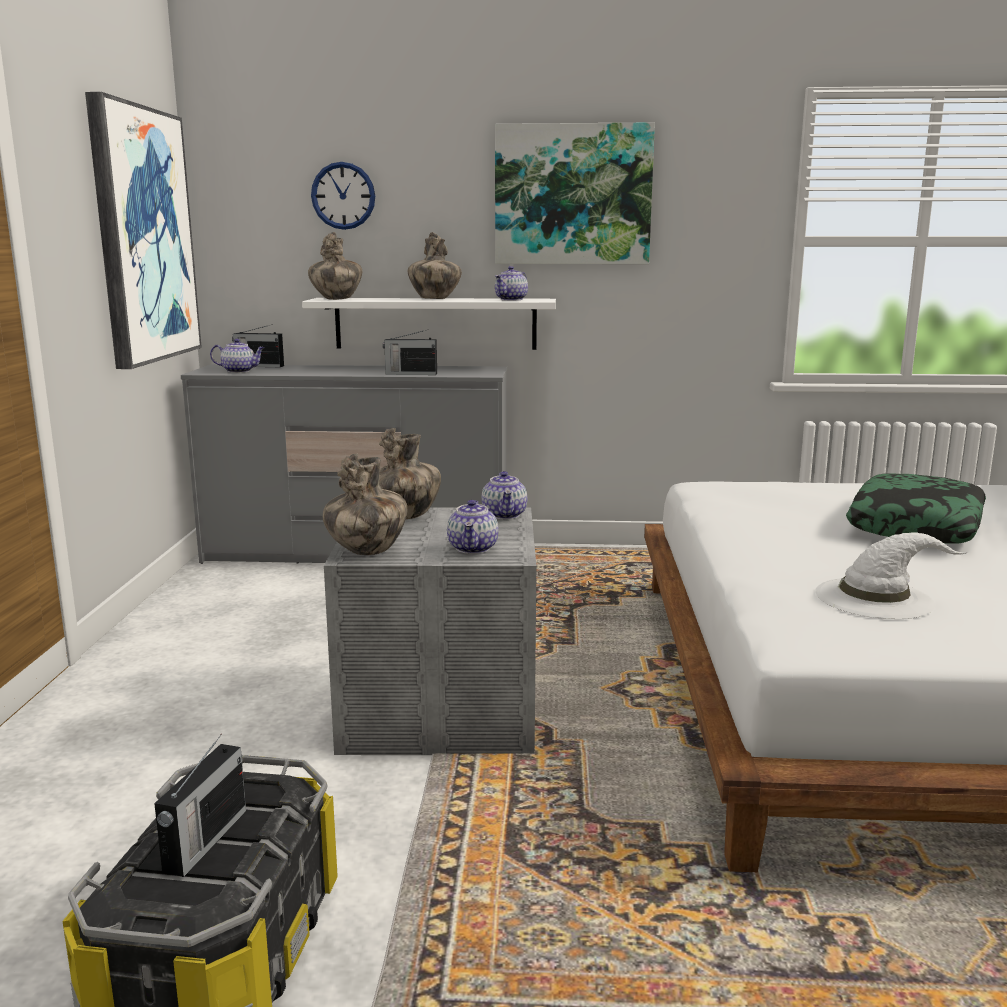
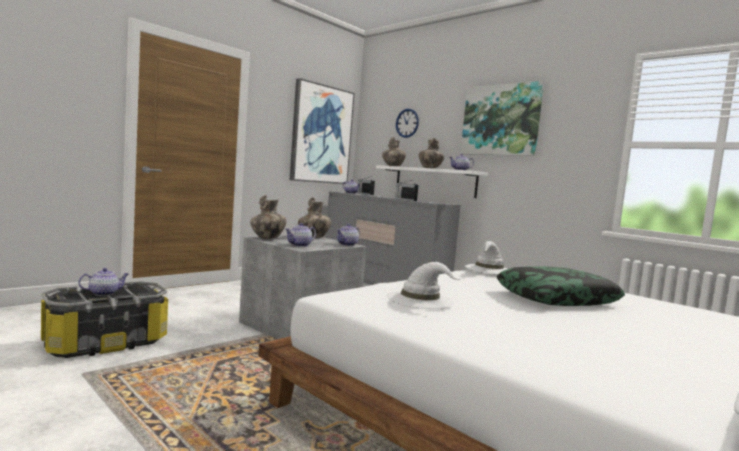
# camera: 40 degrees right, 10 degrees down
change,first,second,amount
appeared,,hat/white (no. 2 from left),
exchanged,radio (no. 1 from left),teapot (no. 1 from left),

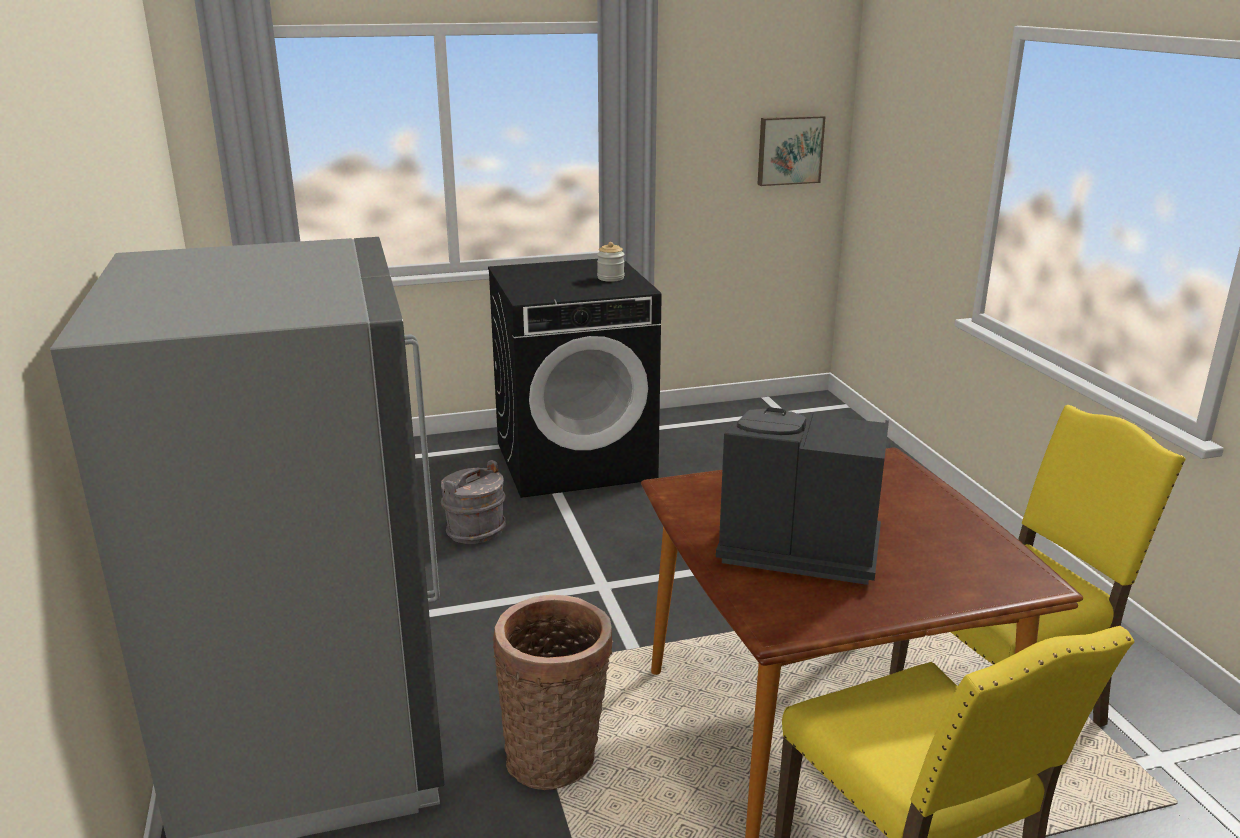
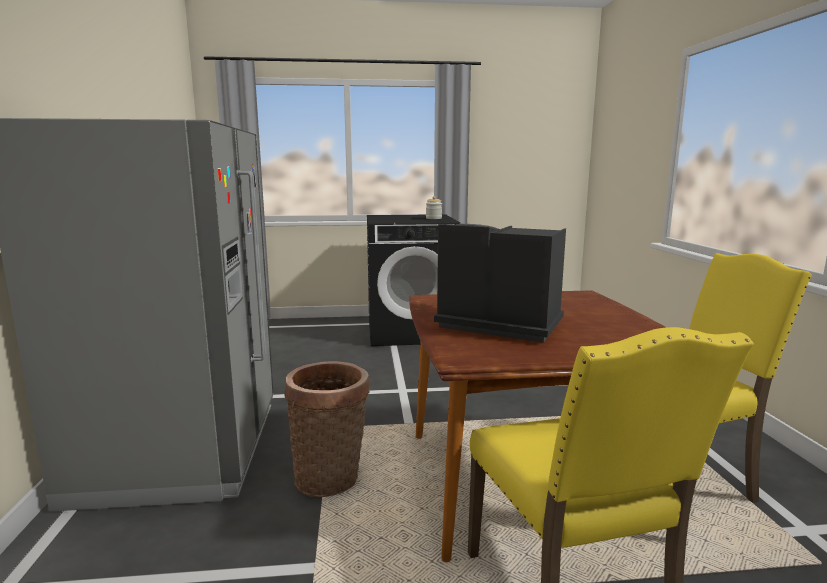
# camera: 10 degrees right, 10 degrees down
change,first,second,amount
missing,bucket/grey,,
missing,picture,,

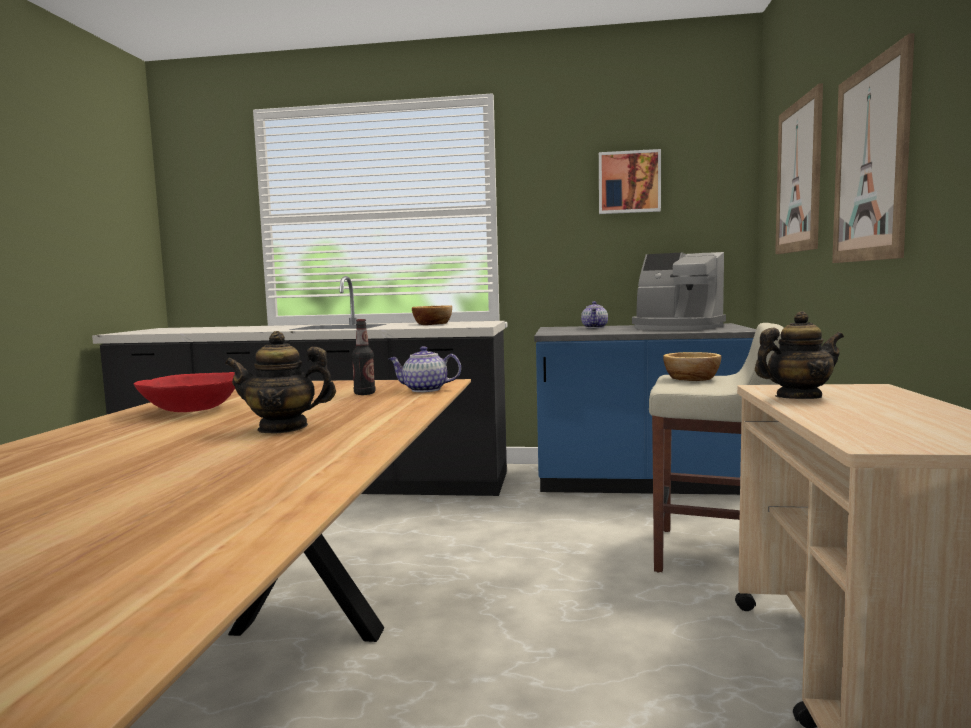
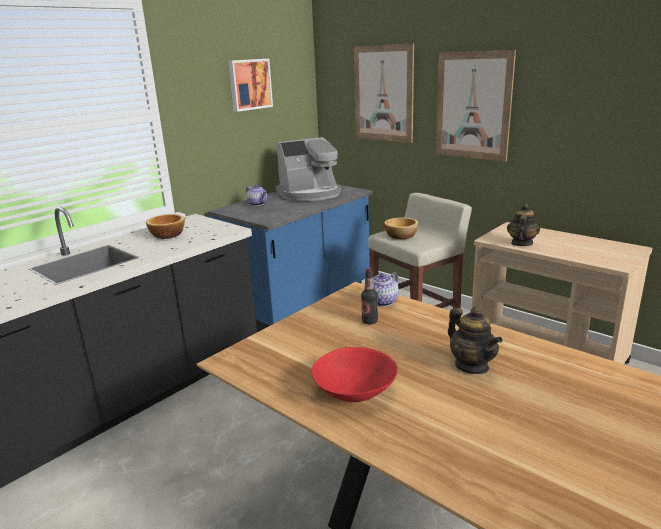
# camera: 55 degrees left, 15 degrees up
change,first,second,amount
spun,teapot (no. 1 from left in the first image),teapot (no. 3 from left),60 degrees counterclockwise

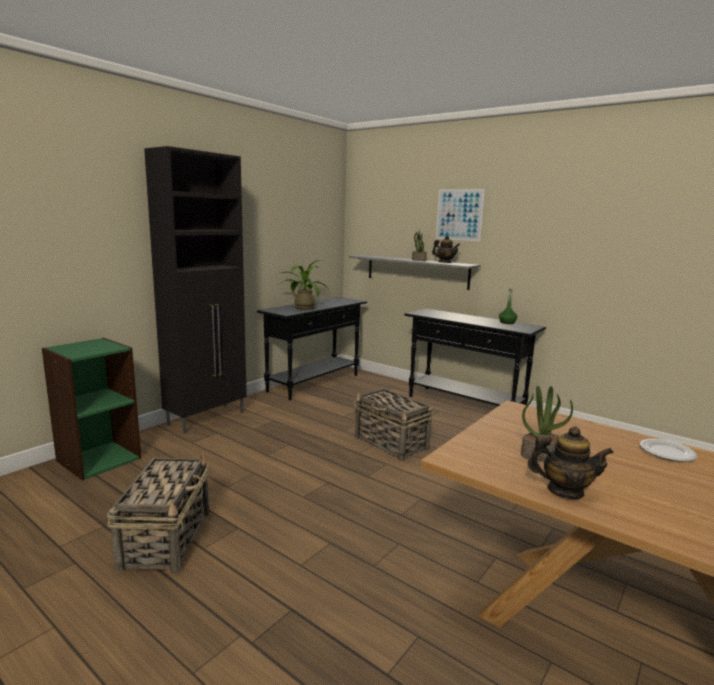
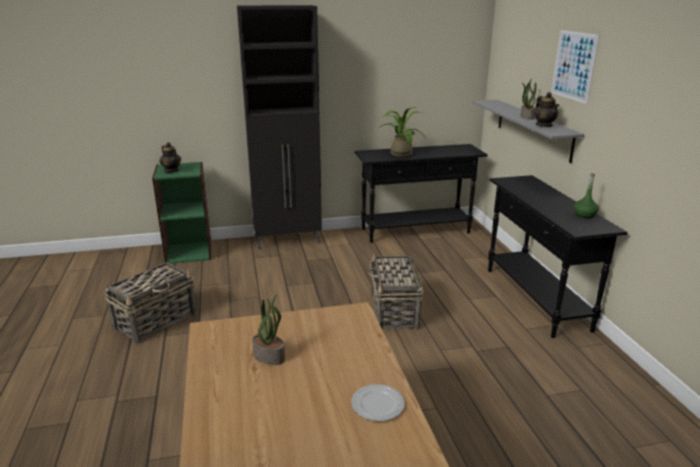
# camera: 40 degrees right, 10 degrees up
change,first,second,amount
relocated,teapot (no. 2 from left in the first image),teapot (no. 1 from left),

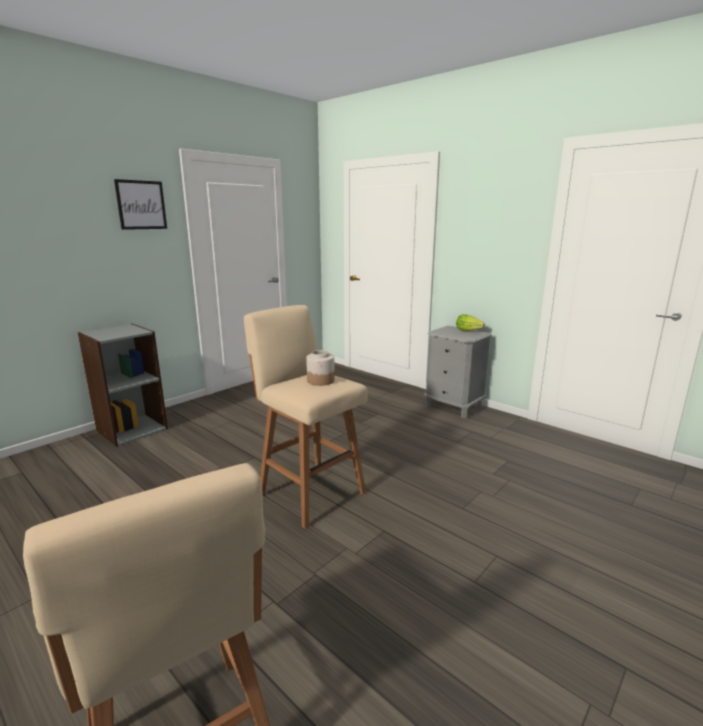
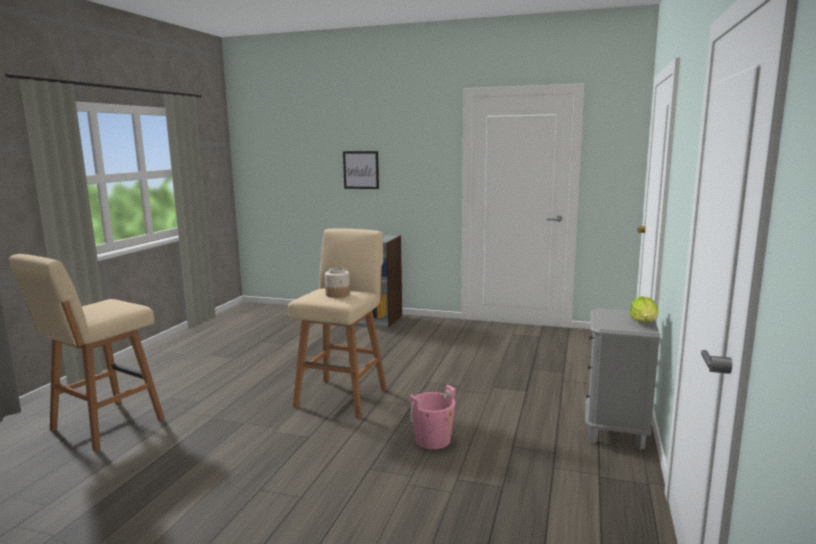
# camera: 65 degrees right, 5 degrees down
change,first,second,amount
appeared,,bucket/pink,
relocated,picture,,

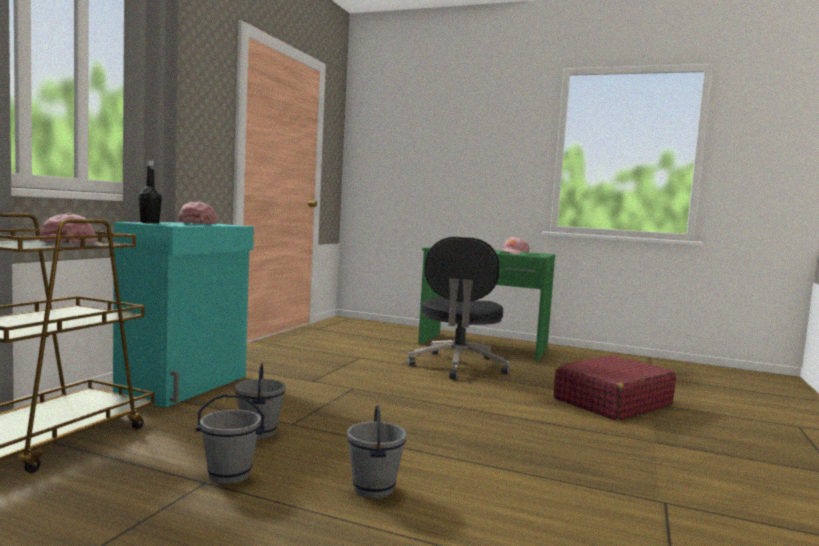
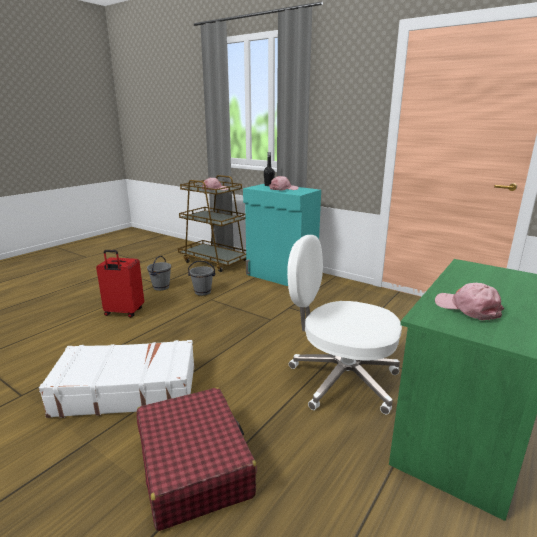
# camera: 105 degrees right, 15 degrees up
change,first,second,amount
appeared,,suitcase/white,
exchanged,bucket/grey (no. 3 from left),suitcase/red (no. 1 from left),
colour,office chair/black,office chair/white,

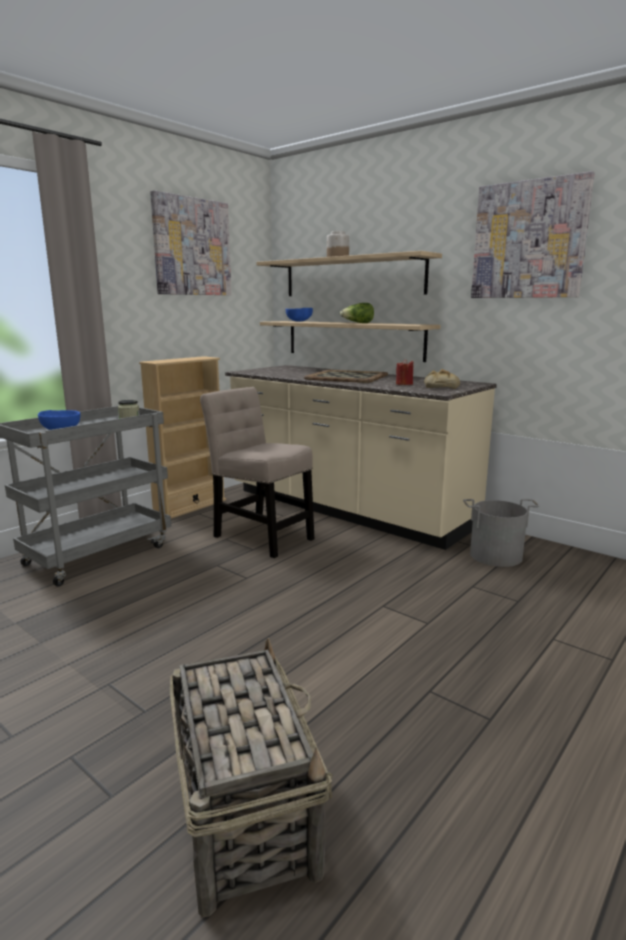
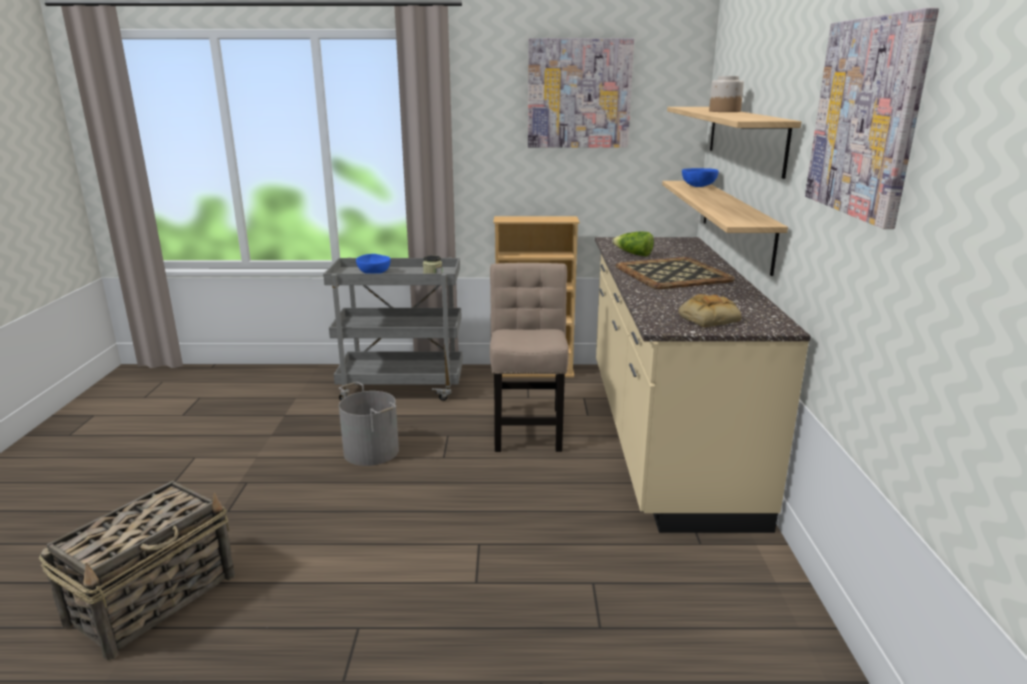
# camera: 50 degrees right, 5 degrees up
change,first,second,amount
missing,candle/red,,
relocated,lettuce,,
relocated,bucket/grey,,

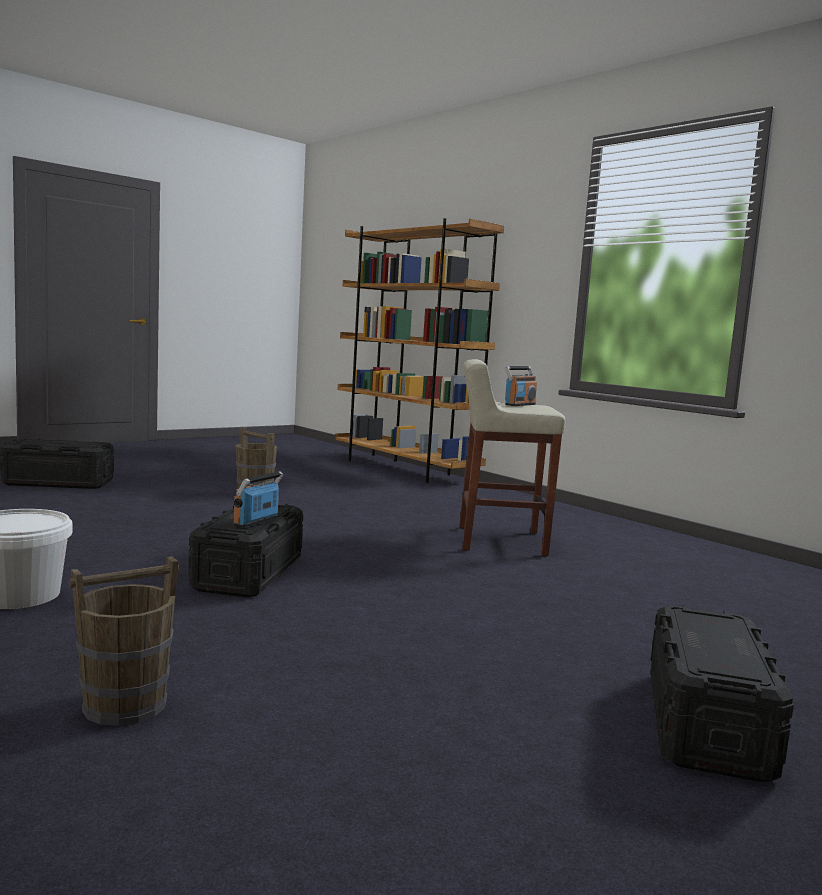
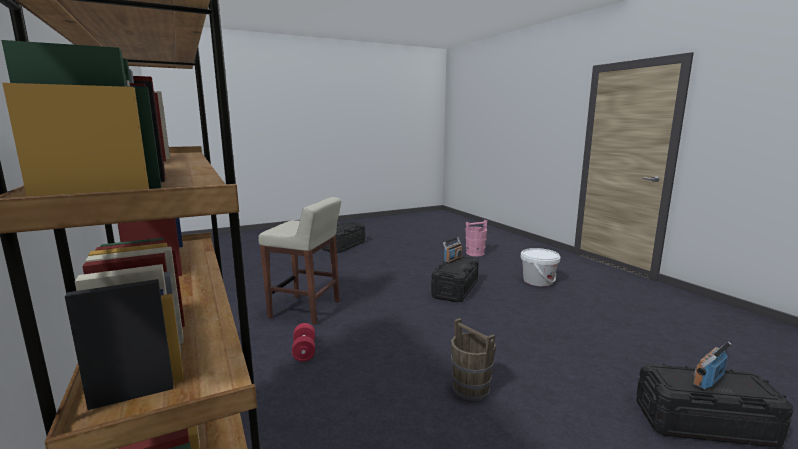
# camera: 165 degrees left, 5 degrees up
change,first,second,amount
appeared,,dumbbell/red,
relocated,radio (no. 2 from left),,
colour,bucket/brown (no. 1 from left),bucket/pink,

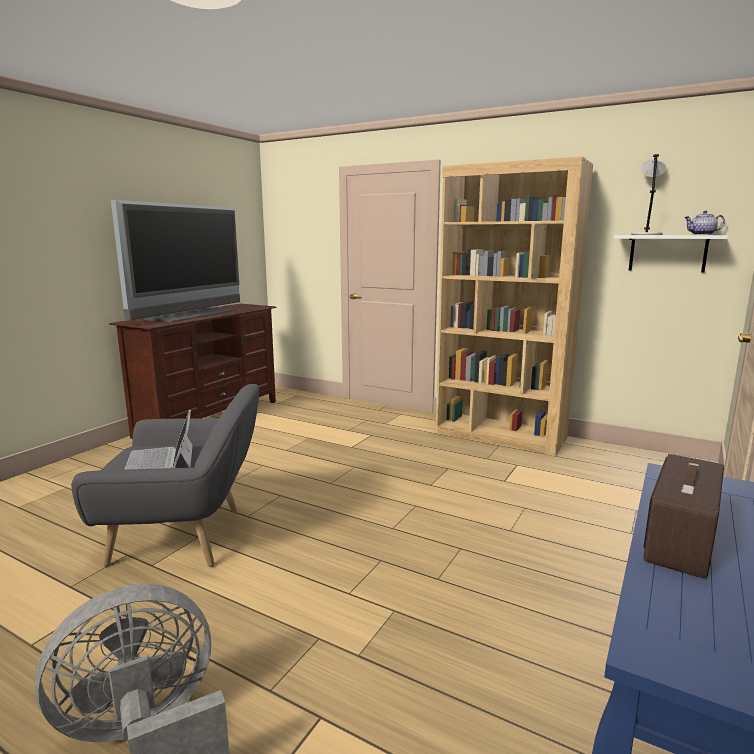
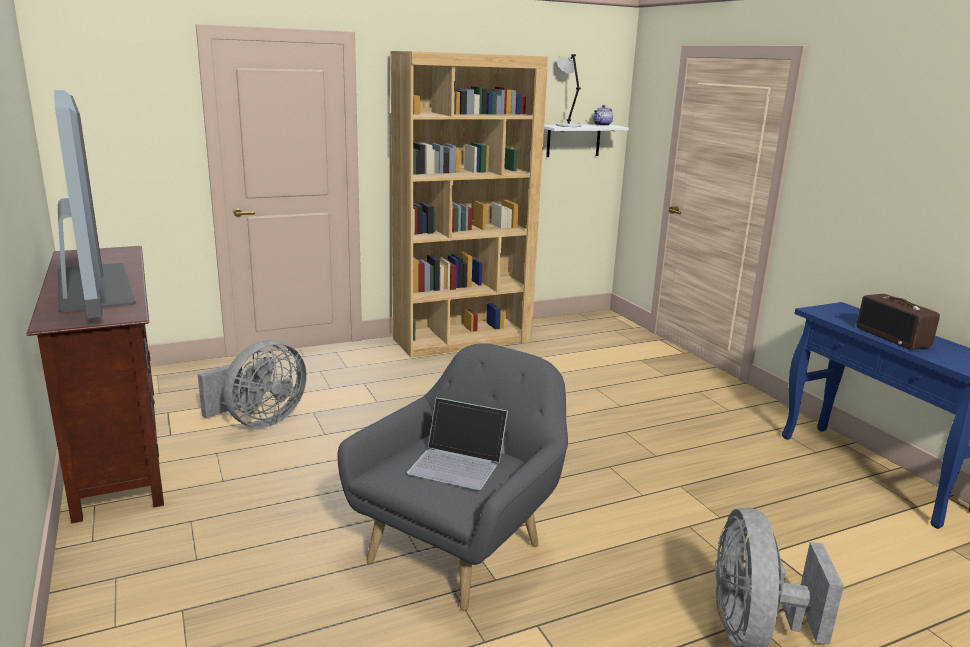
# camera: 55 degrees left, 5 degrees up
change,first,second,amount
appeared,,fan/grey (no. 1 from left),

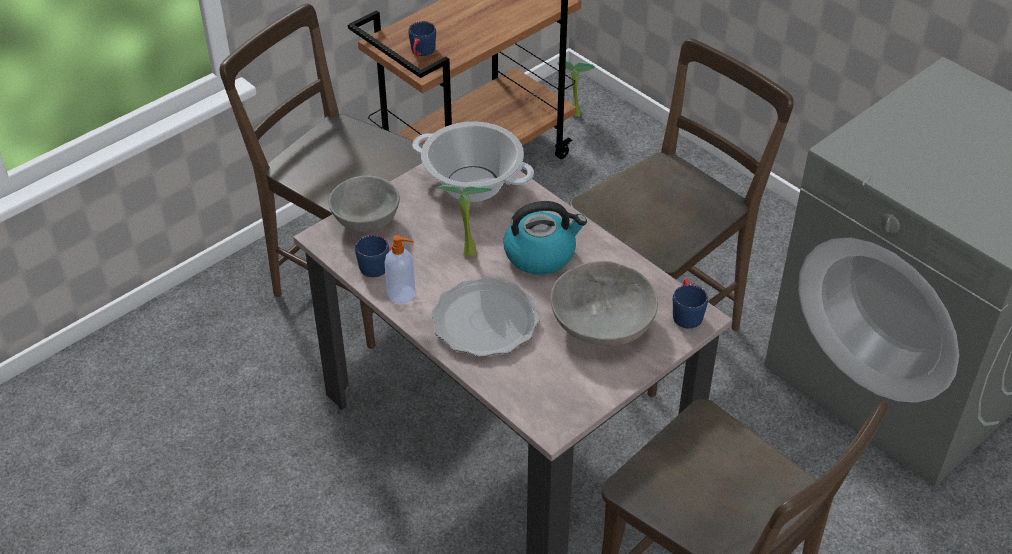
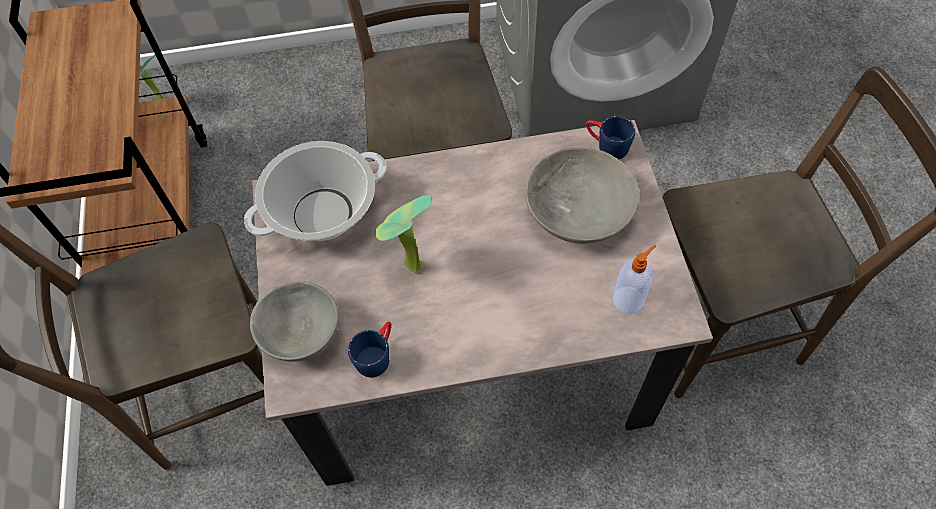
# camera: 55 degrees left, 15 degrees up
change,first,second,amount
missing,mug/blue (no. 2 from left),,
missing,plate,,
missing,kettle,,
relocated,soap dispenser,,

